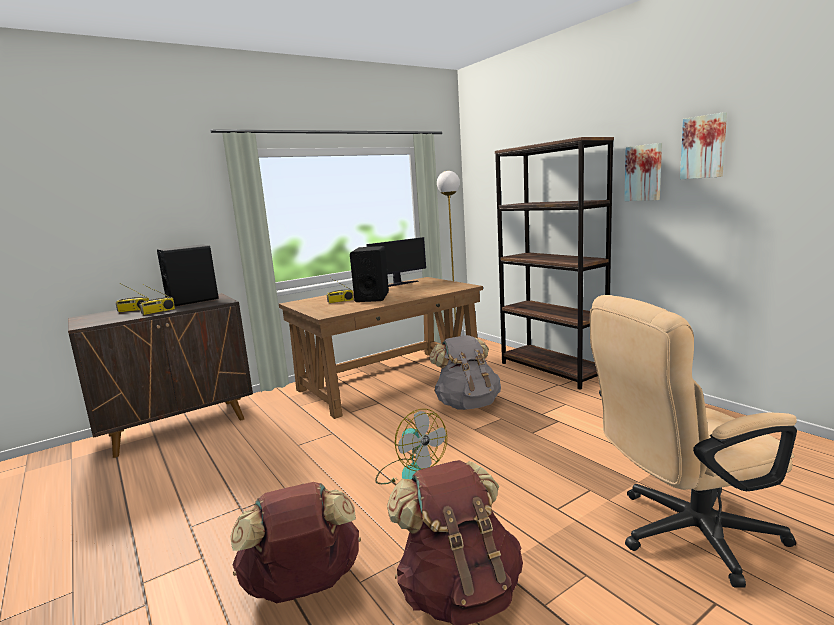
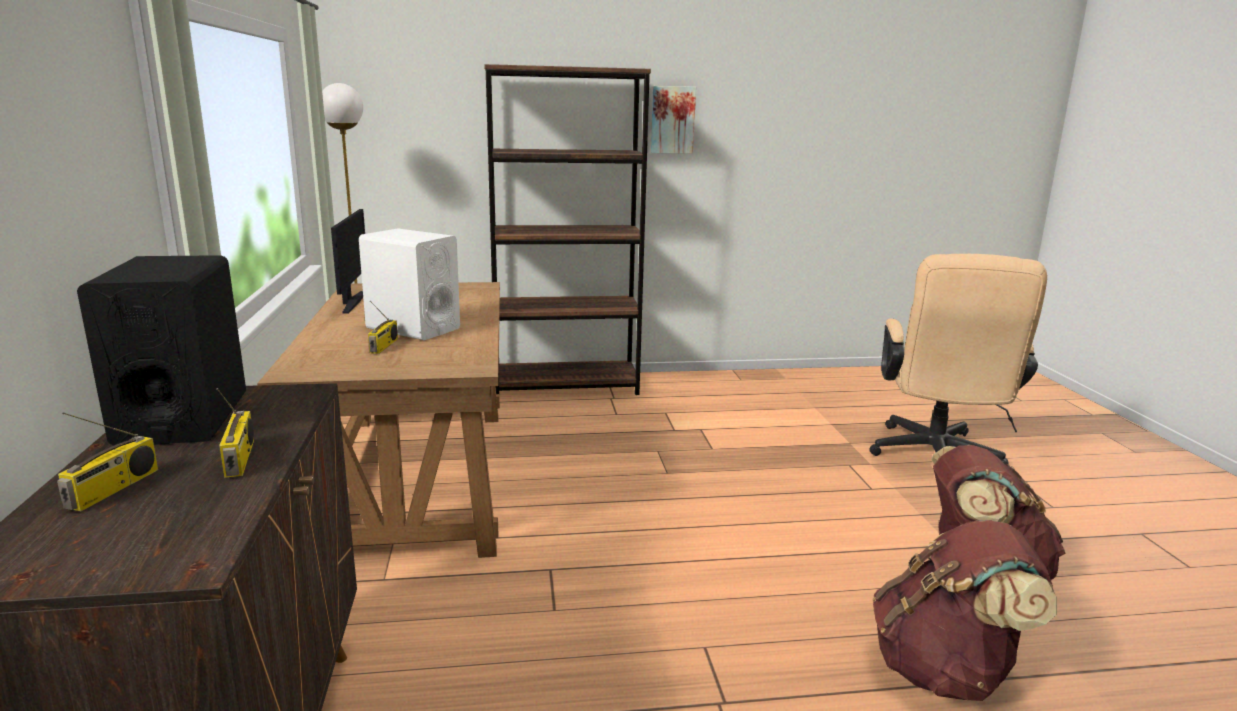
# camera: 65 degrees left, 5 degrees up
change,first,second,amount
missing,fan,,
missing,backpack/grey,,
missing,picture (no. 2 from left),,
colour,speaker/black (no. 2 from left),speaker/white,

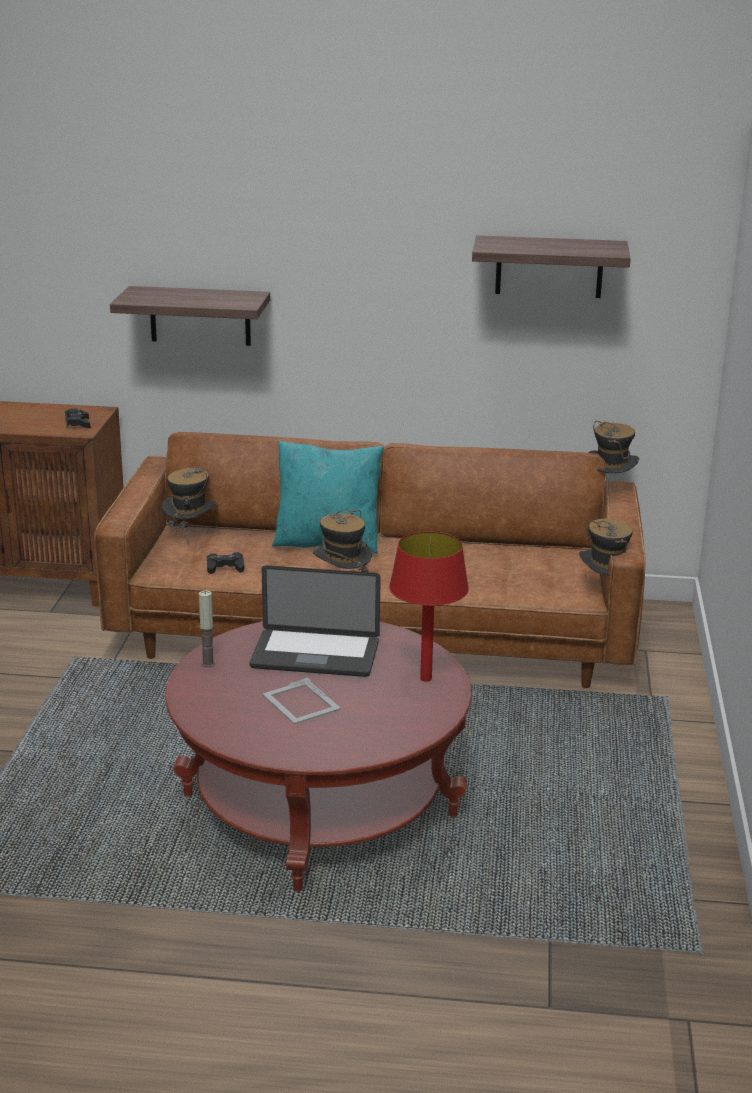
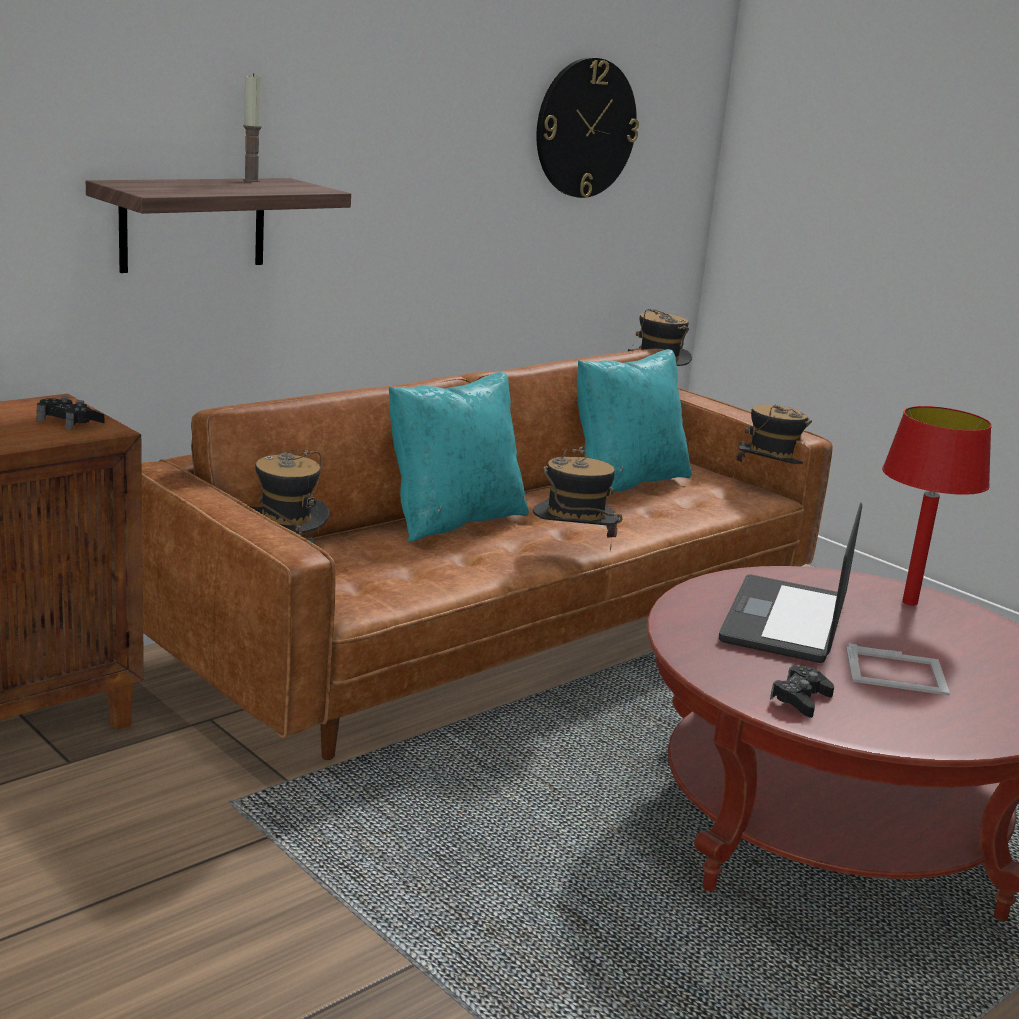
# camera: 50 degrees left, 5 degrees down
change,first,second,amount
appeared,,pillow/turquoise (no. 2 from left),
relocated,candle,,
relocated,game controller/black (no. 2 from left),,
exchanged,shelf (no. 2 from left),wall clock,
spun,laptop,,150 degrees clockwise

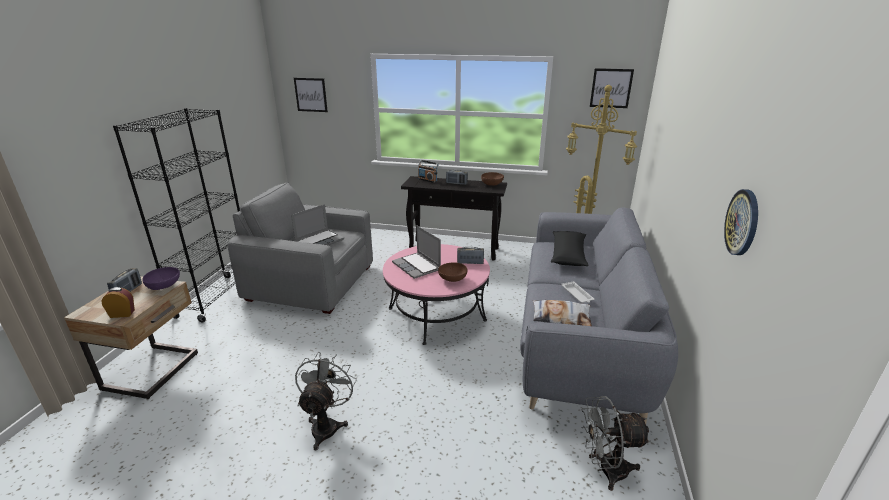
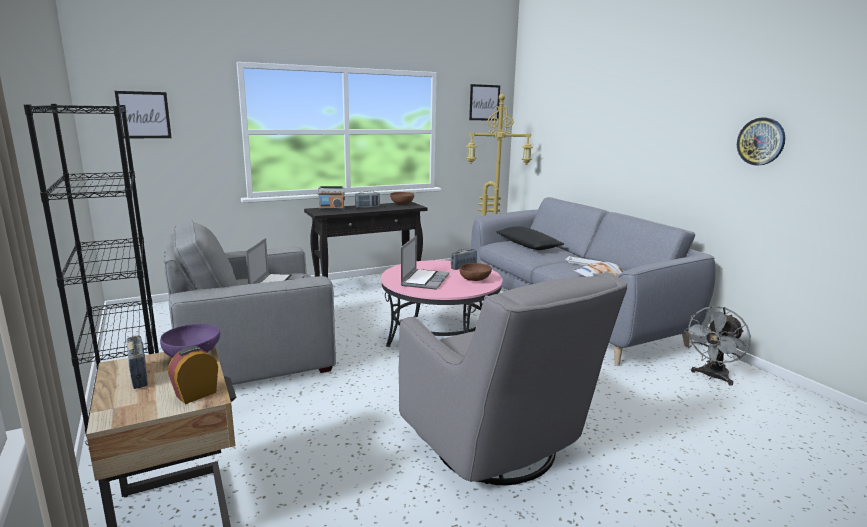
# camera: 40 degrees left, 10 degrees down
change,first,second,amount
exchanged,fan/grey (no. 1 from left),armchair/grey (no. 2 from left),
spun,laptop (no. 2 from left),,90 degrees counterclockwise

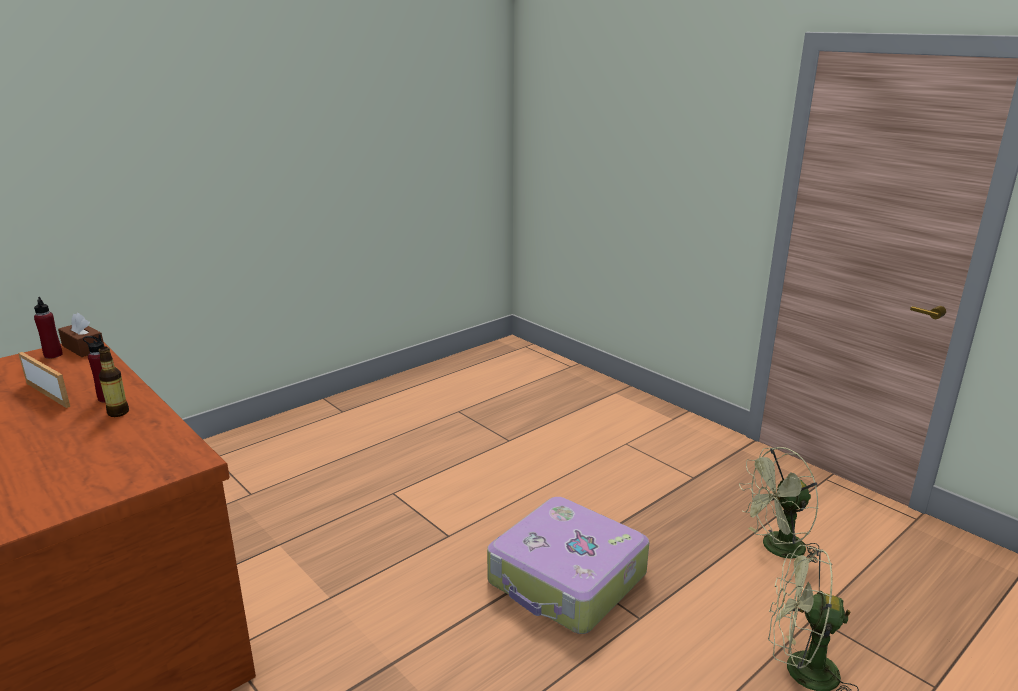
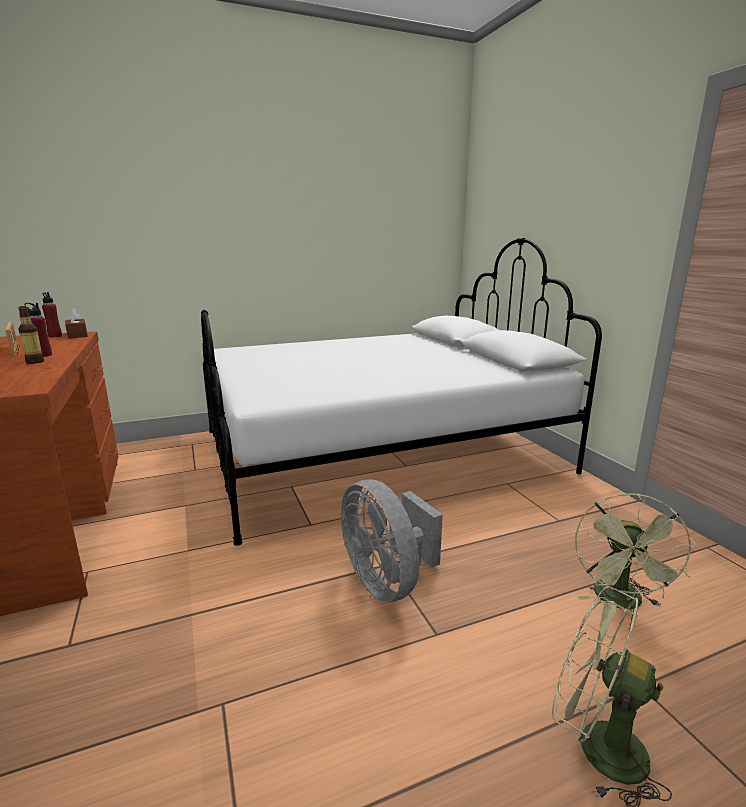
# camera: 20 degrees right, 5 degrees down
change,first,second,amount
appeared,,bed/white,
exchanged,suitcase,fan/grey,
spun,fan/green (no. 1 from left in the first image),fan/green (no. 2 from left),75 degrees counterclockwise

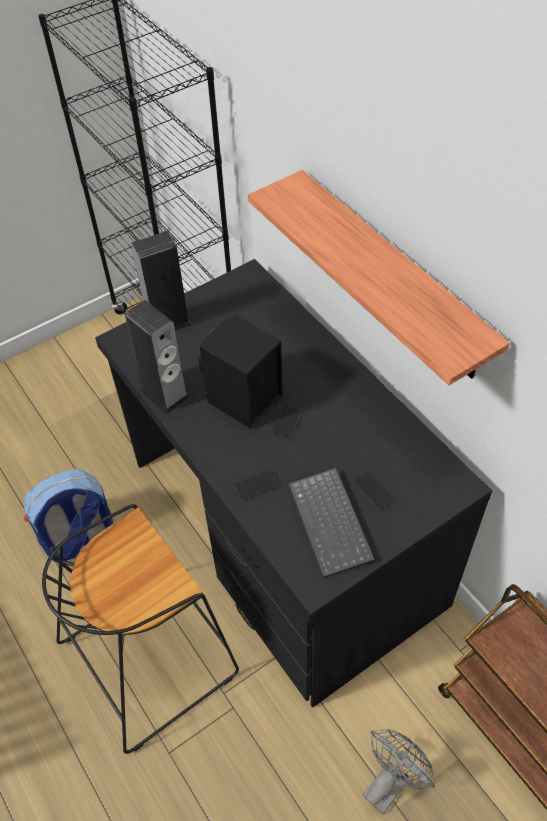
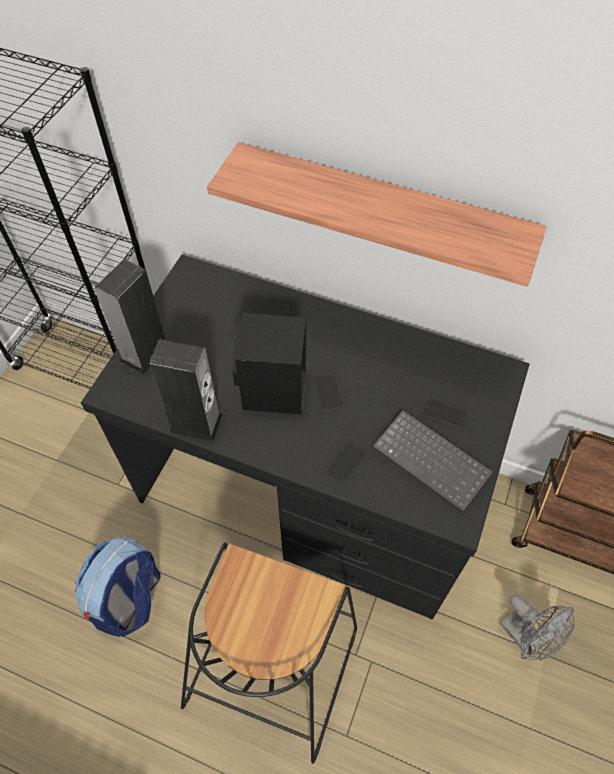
# camera: 35 degrees left, 5 degrees up
change,first,second,amount
spun,fan/grey,,135 degrees clockwise

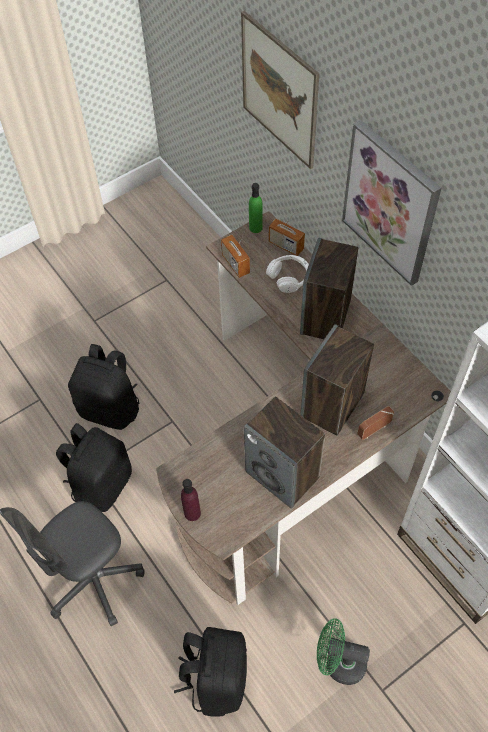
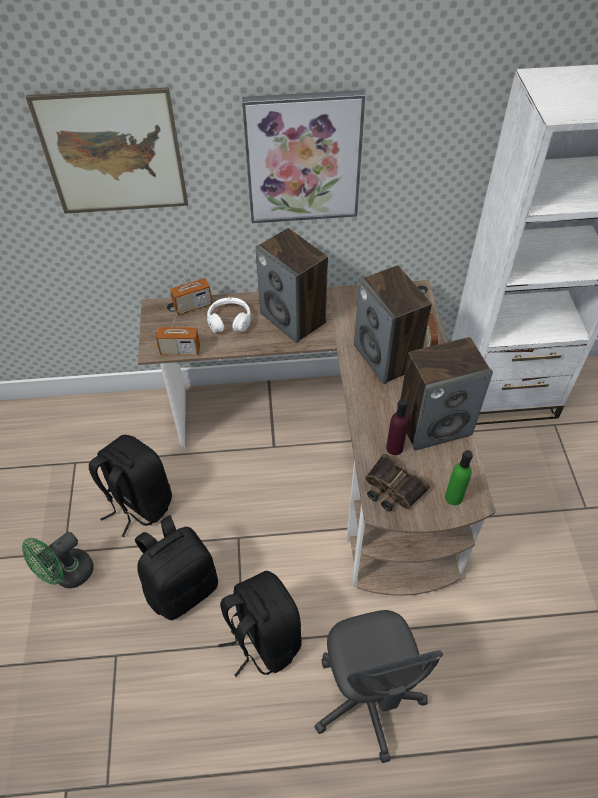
# camera: 60 degrees left, 5 degrees down
change,first,second,amount
appeared,,binoculars,
relocated,backpack/black (no. 3 from left in the first image),backpack/black (no. 1 from left),
relocated,bottle/purple,,
relocated,bottle/green,,
relocated,fan/green,,

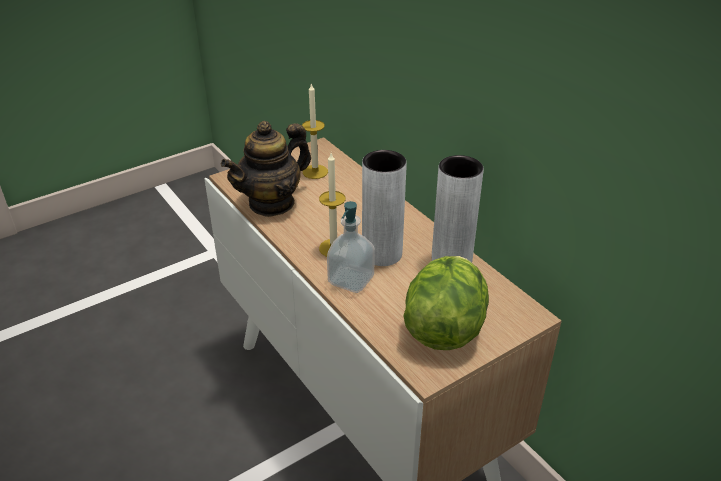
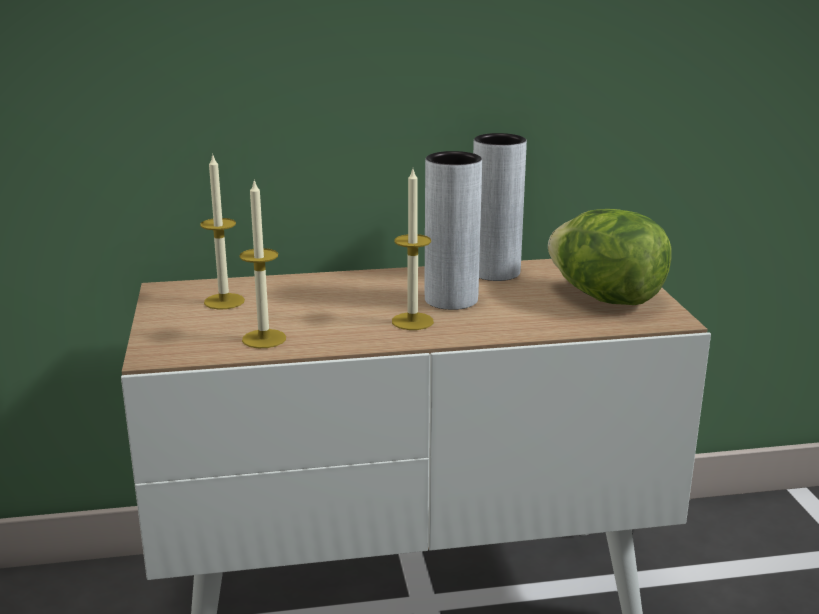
# camera: 65 degrees left, 15 degrees down
change,first,second,amount
missing,soap dispenser,,
exchanged,teapot,candle (no. 2 from left),

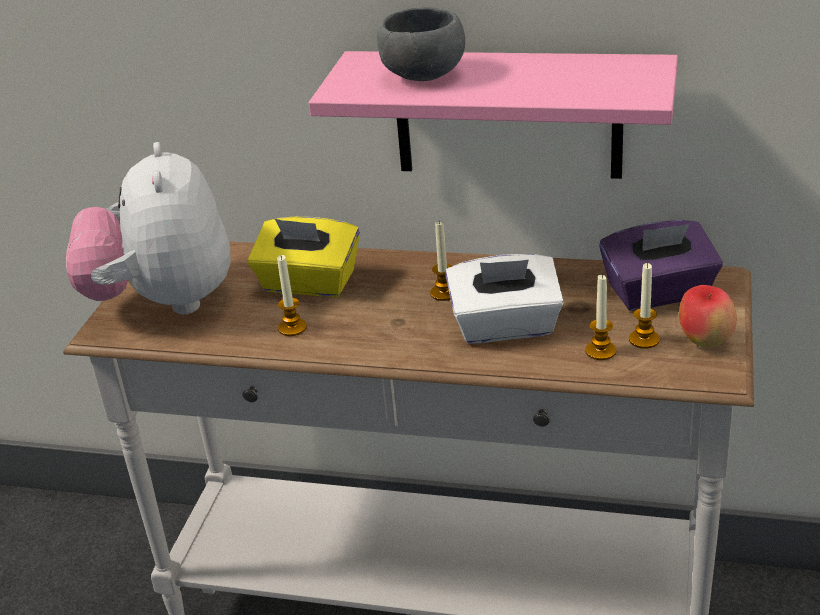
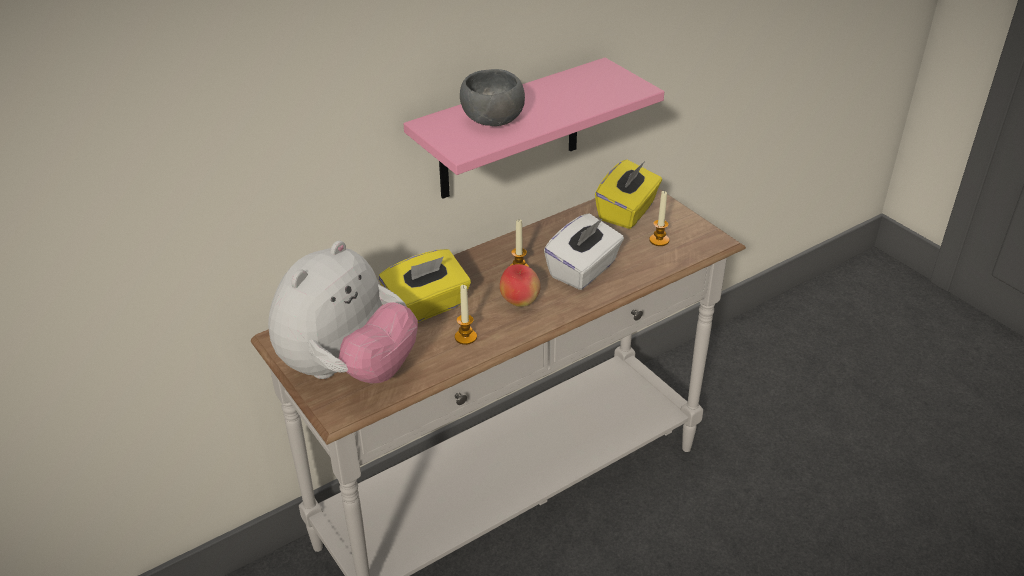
# camera: 50 degrees left, 5 degrees up
change,first,second,amount
missing,candle (no. 3 from left),,
relocated,apple,,
colour,tissue box/purple,tissue box/yellow (no. 2 from left),
spun,plush toy,,90 degrees counterclockwise

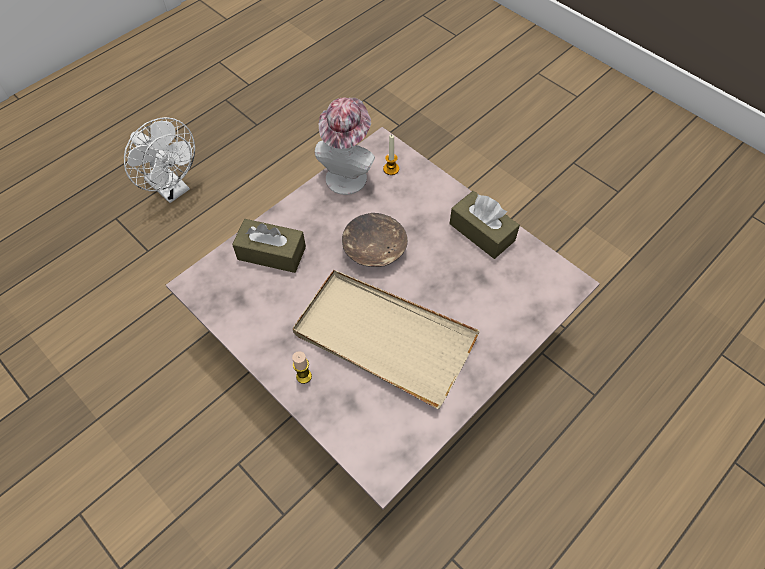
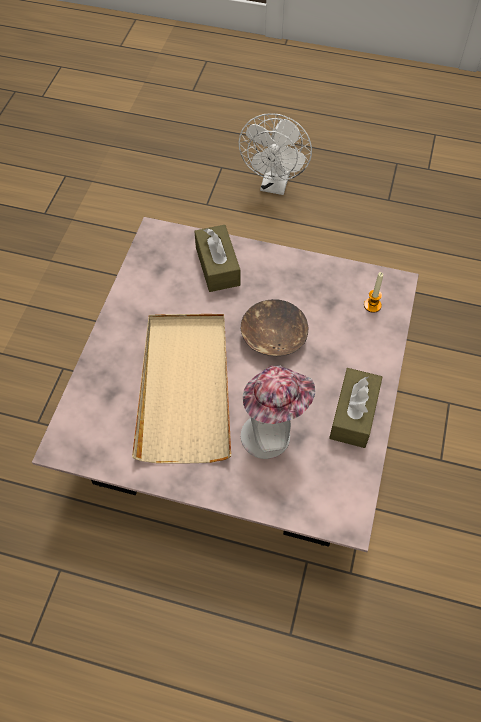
# camera: 60 degrees right, 0 degrees up
change,first,second,amount
missing,candle (no. 1 from left),,
relocated,hat,,

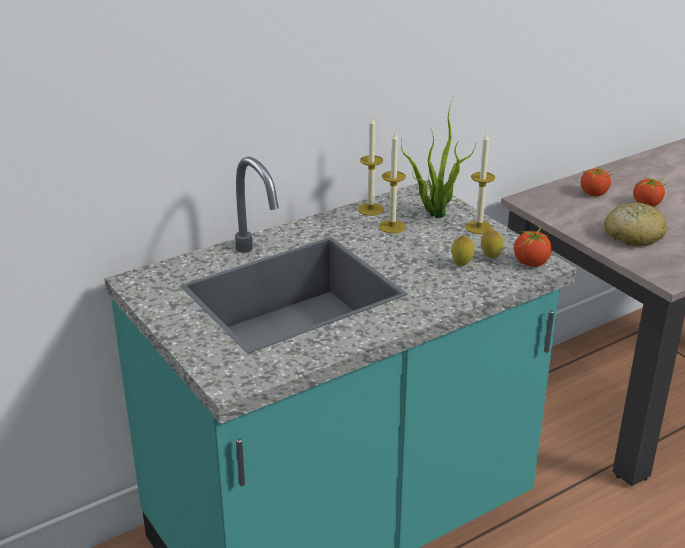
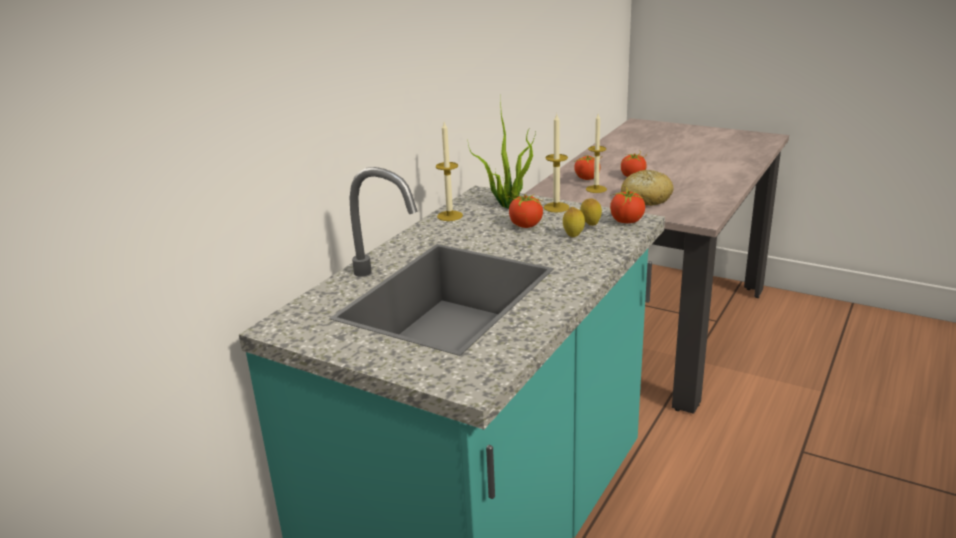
# camera: 25 degrees left, 5 degrees down
change,first,second,amount
appeared,,tomato (no. 1 from left),
relocated,candle (no. 2 from left in the first image),candle (no. 3 from left),

